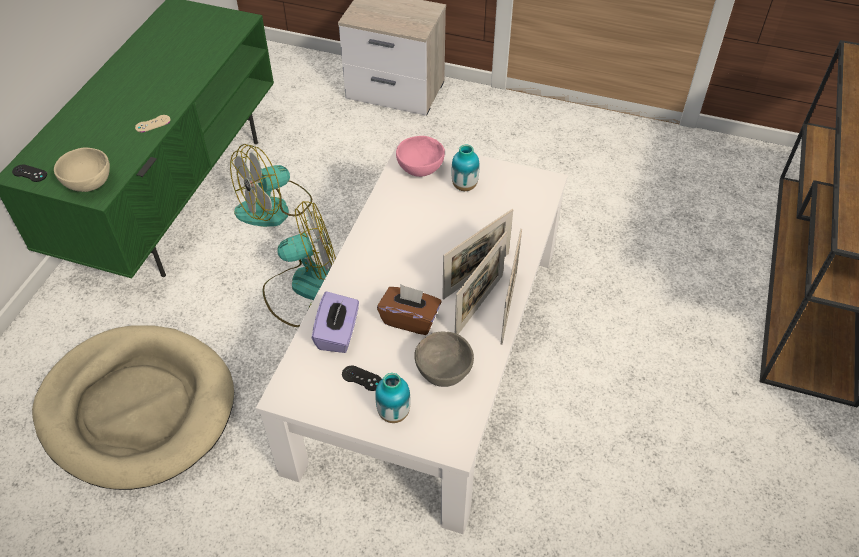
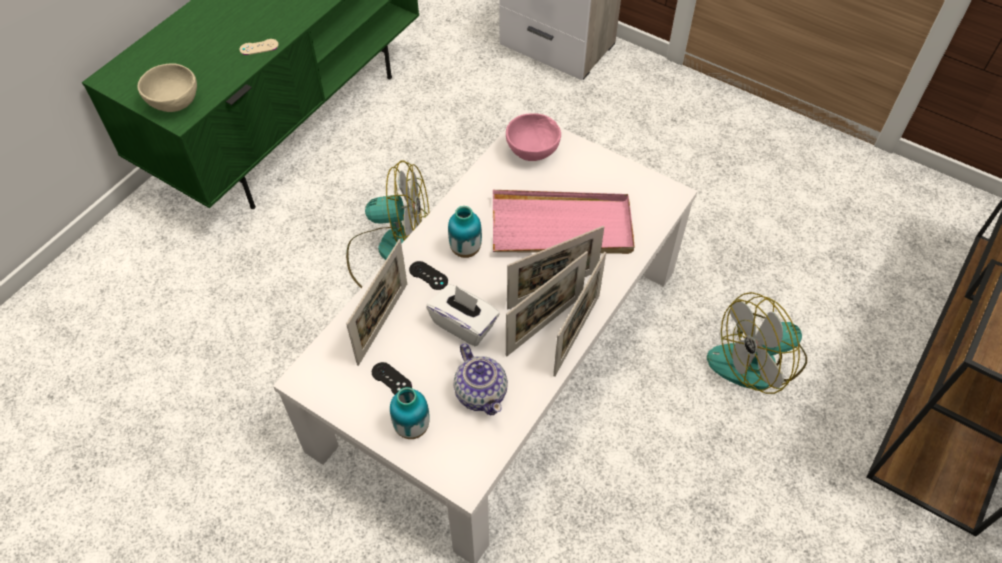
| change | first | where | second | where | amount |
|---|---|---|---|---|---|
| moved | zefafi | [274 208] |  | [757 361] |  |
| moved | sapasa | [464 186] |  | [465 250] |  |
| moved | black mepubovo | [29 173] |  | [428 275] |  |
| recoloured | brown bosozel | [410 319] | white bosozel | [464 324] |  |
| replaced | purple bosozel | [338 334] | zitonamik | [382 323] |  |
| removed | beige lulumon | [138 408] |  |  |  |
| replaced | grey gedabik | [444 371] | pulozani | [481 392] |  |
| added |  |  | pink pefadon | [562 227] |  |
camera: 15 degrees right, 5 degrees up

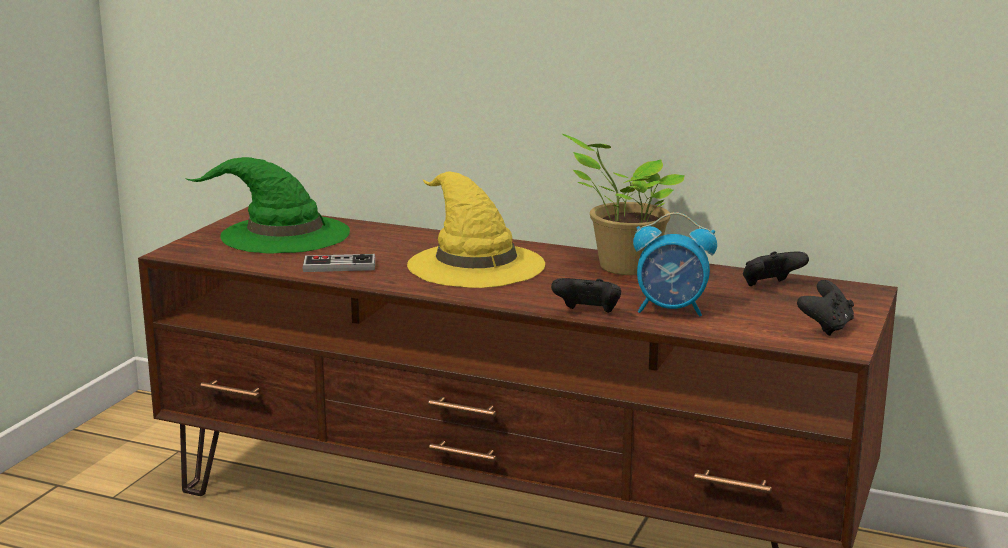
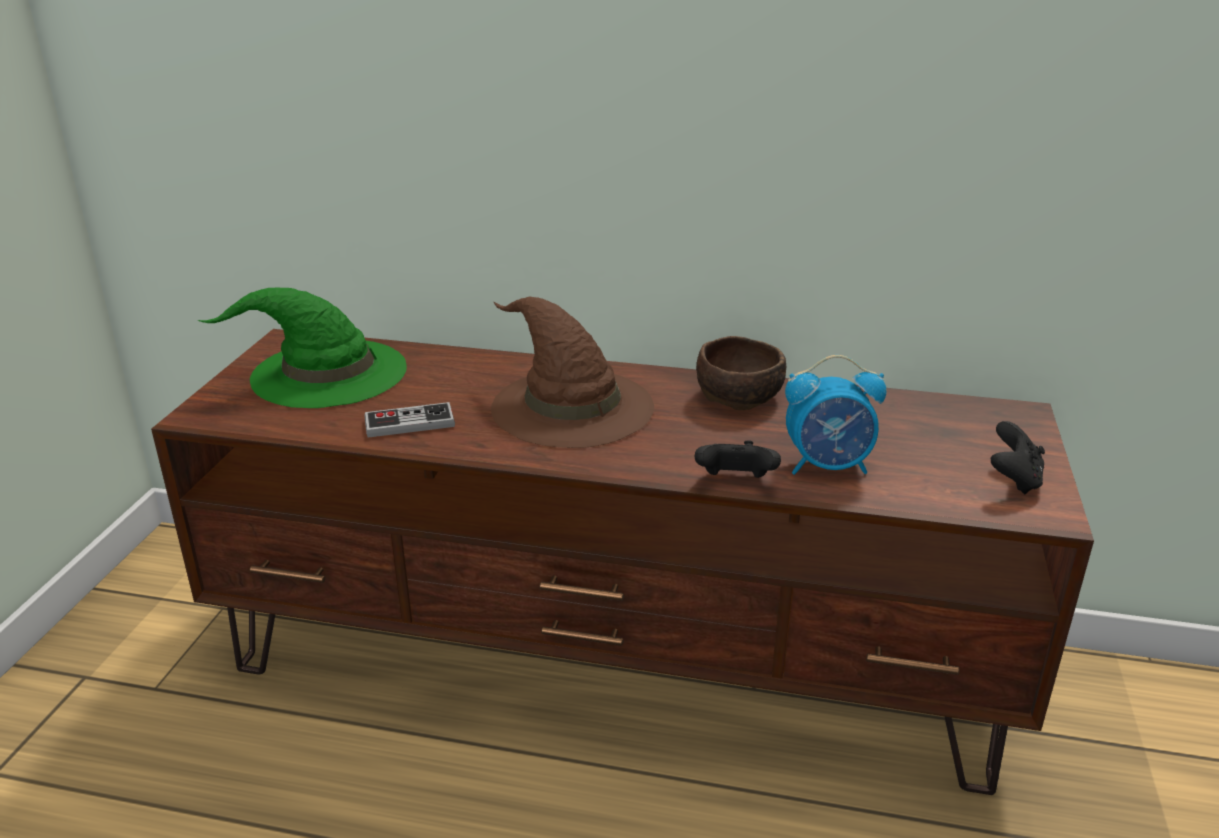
| change | first | where | second | where | amount |
|---|---|---|---|---|---|
| replaced | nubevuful | [623 267] | brown gedabik | [741 396] |  |
| recoloured | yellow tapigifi | [474 264] | brown tapigifi | [570 406] |  |
| removed | black mepubovo | [770 286] |  |  |  |
camera: 10 degrees left, 10 degrees up

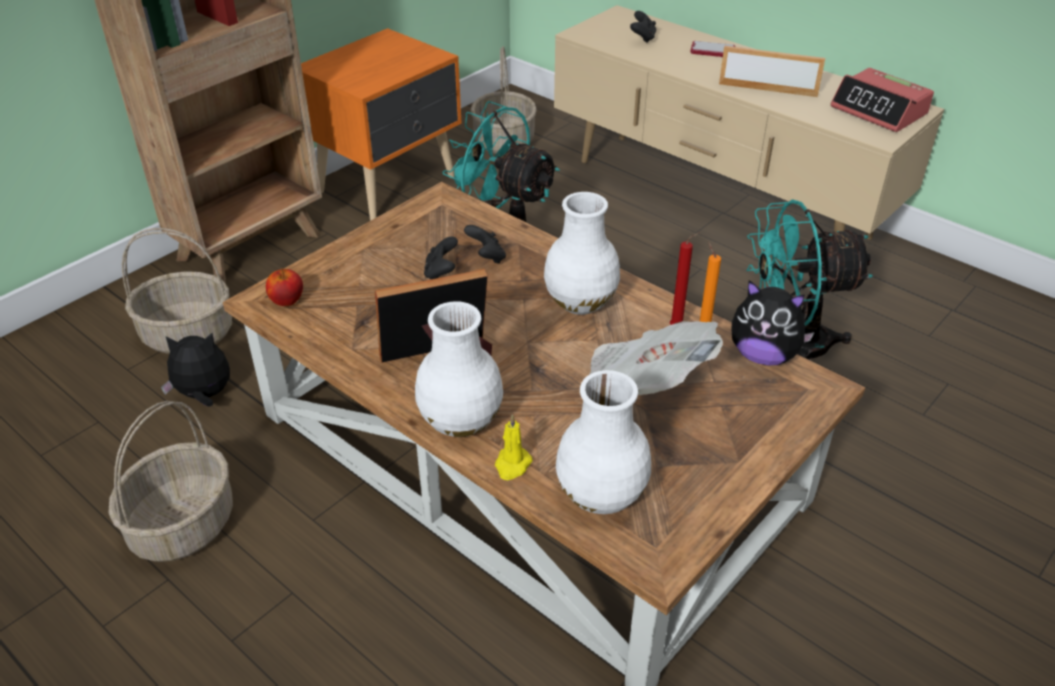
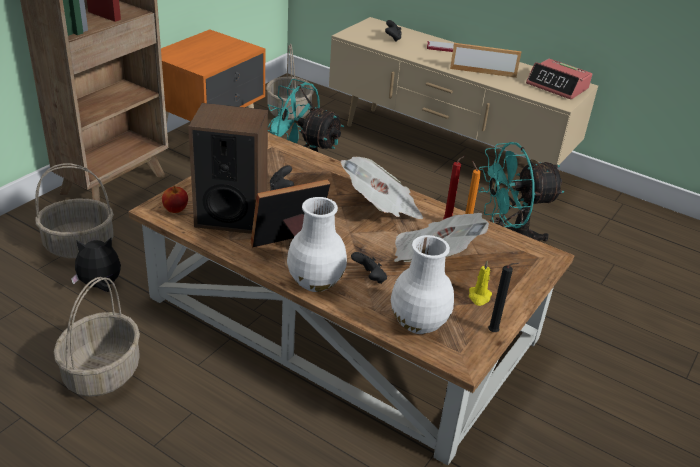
| change | first | where | second | where | amount |
|---|---|---|---|---|---|
| replaced | white sapasa | [581 303] | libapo | [381 208] |  |
| moved | black mepubovo | [486 257] |  | [369 278] |  |
| removed | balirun | [763 355] |  |  |  |
| moved | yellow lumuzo | [512 465] |  | [479 297] |  |
| added |  |  | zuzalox | [231 216] |  |
| added |  |  | black lumuzo | [494 332] |  |
camera: 10 degrees left, 5 degrees down

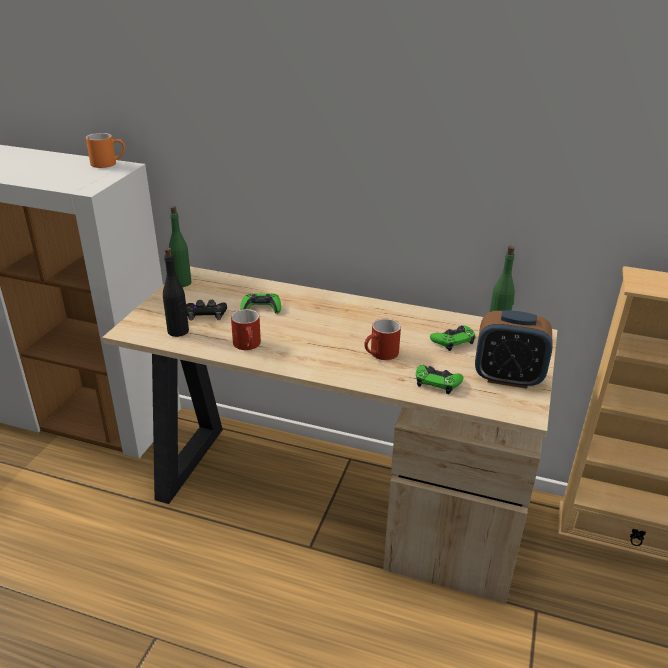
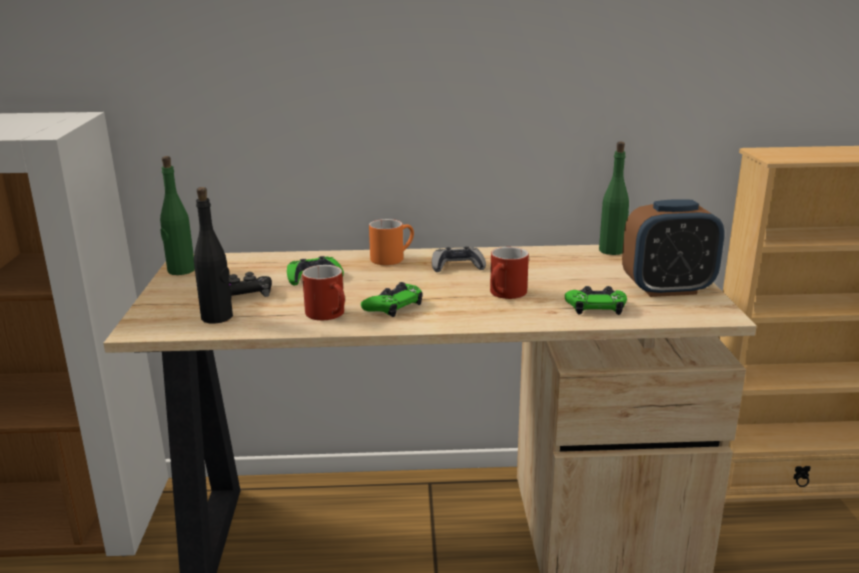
| change | first | where | second | where | amount |
|---|---|---|---|---|---|
| moved | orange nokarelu | [108 163] |  | [392 257] |  |
| moved | green mepubovo | [453 341] |  | [393 306] |  |
| added |  |  | grey mepubovo | [457 266] |  |
camera: 20 degrees left, 10 degrees down

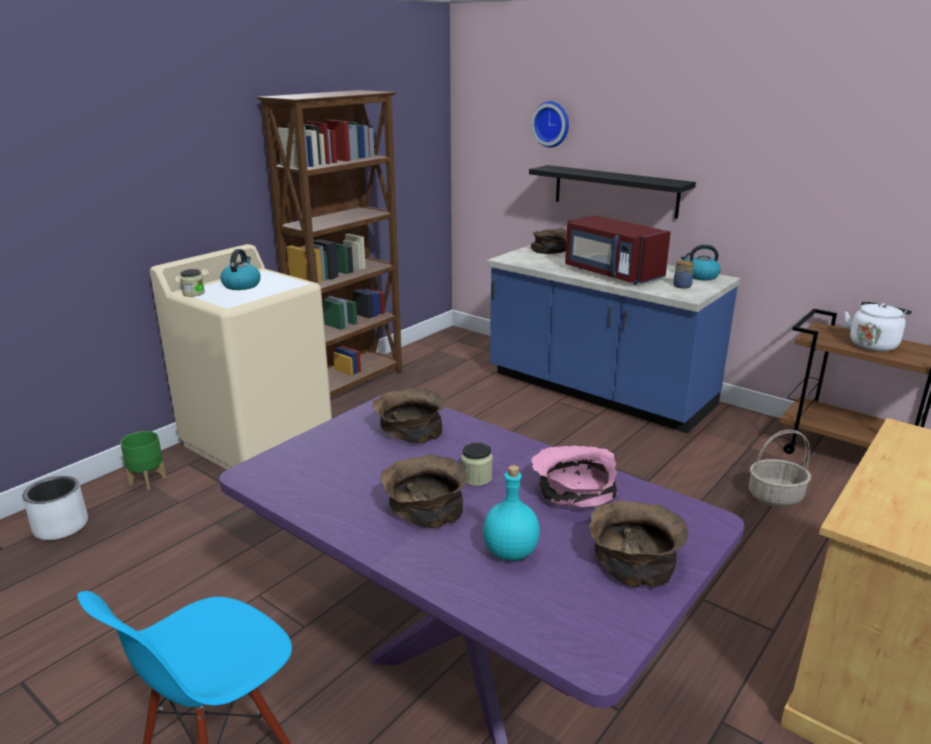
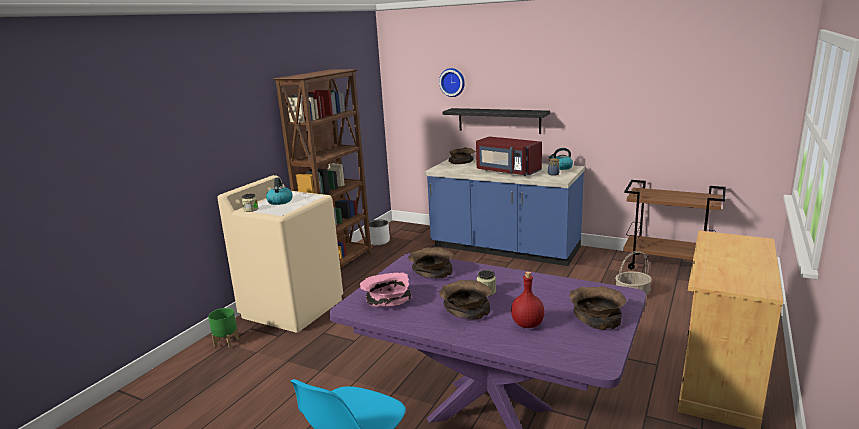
| change | first | where | second | where | amount |
|---|---|---|---|---|---|
| removed | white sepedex | [873 344] |  |  |  |
| moved | pink gedabik | [572 494] |  | [386 301] |  |
| recoloured | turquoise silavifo | [511 552] | red silavifo | [528 324] |  |
| moved | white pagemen | [61 526] |  | [379 241] |  |
camera: 10 degrees left, 5 degrees down

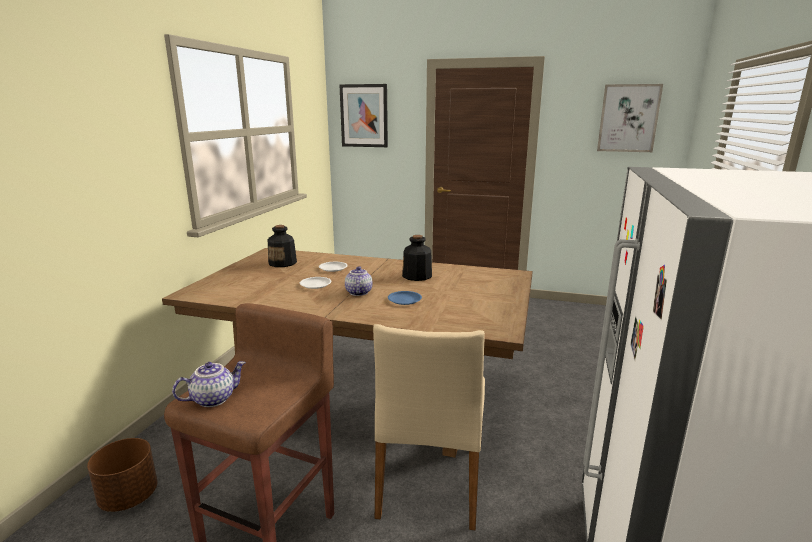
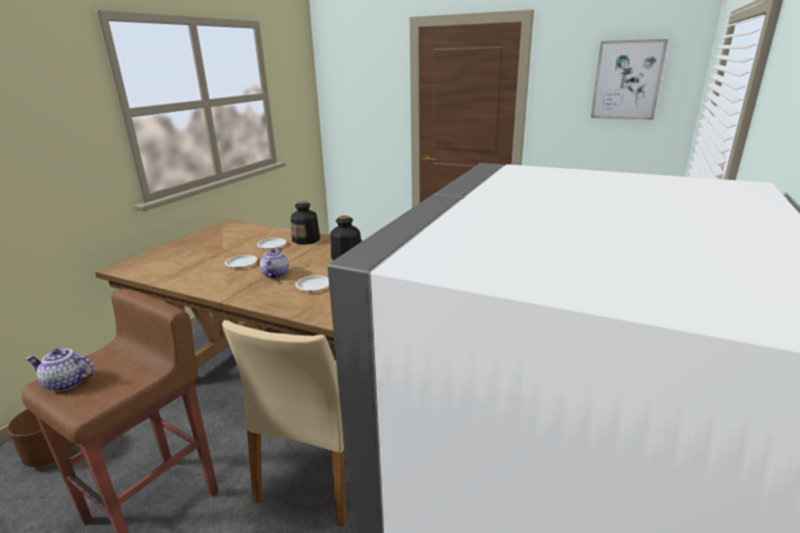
| change | first | where | second | where | amount |
|---|---|---|---|---|---|
| removed | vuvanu | [364 116] |  |  |  |
| moved | silavifo | [283 263] |  | [306 239] |  |
| recoloured | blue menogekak | [404 300] | white menogekak | [313 286] |  |
| turned | pulozani | [213 398] |  | [66 383] | 150 degrees counterclockwise |
camera: 10 degrees right, 5 degrees up

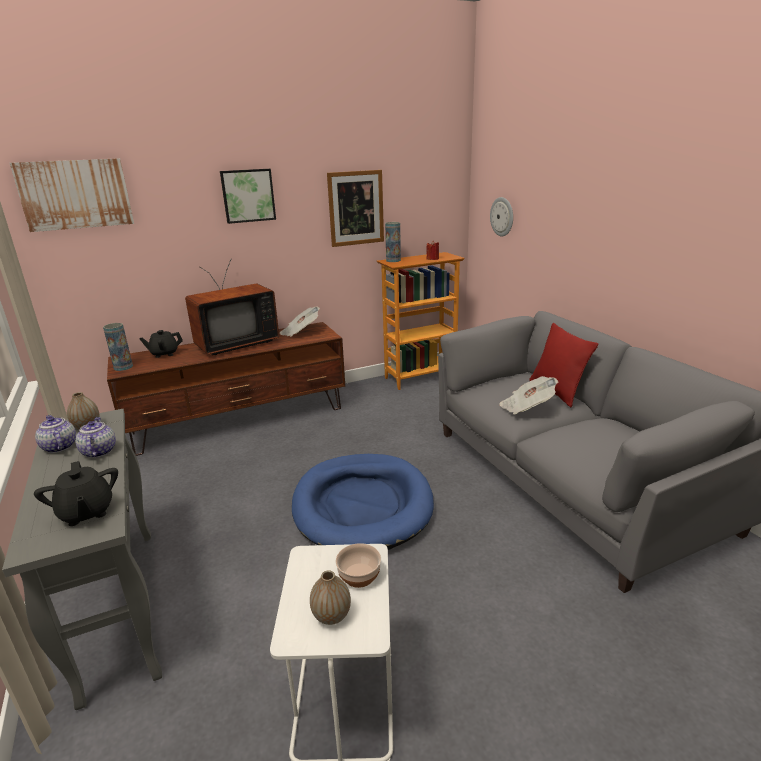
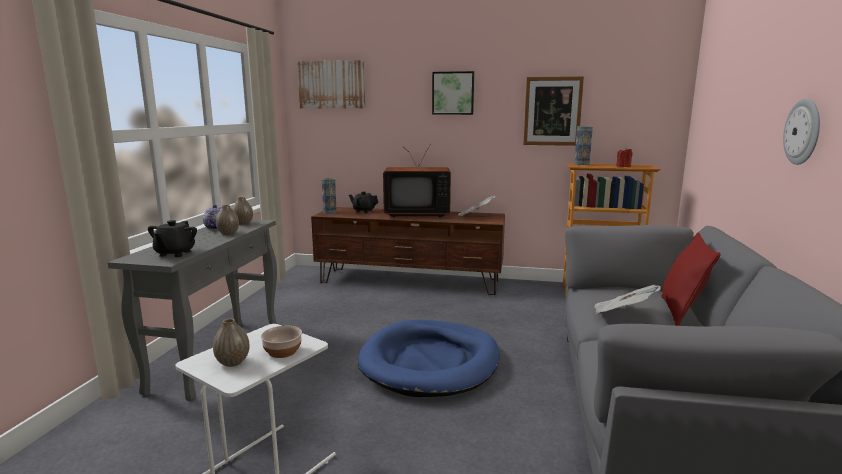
| change | first | where | second | where | amount |
|---|---|---|---|---|---|
| moved | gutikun | [502 216] |  | [803 132] |  |
| replaced | pulozani | [98 451] | sapasa | [228 233] |  |
camera: 35 degrees right, 10 degrees down

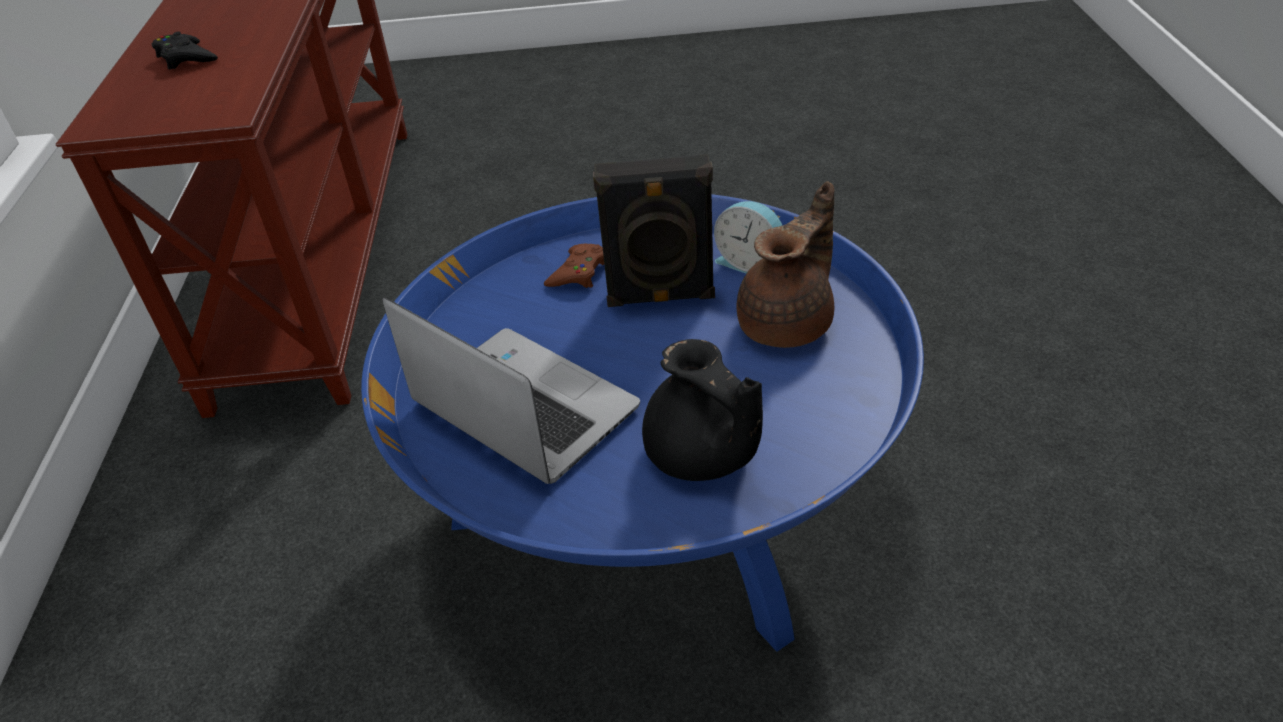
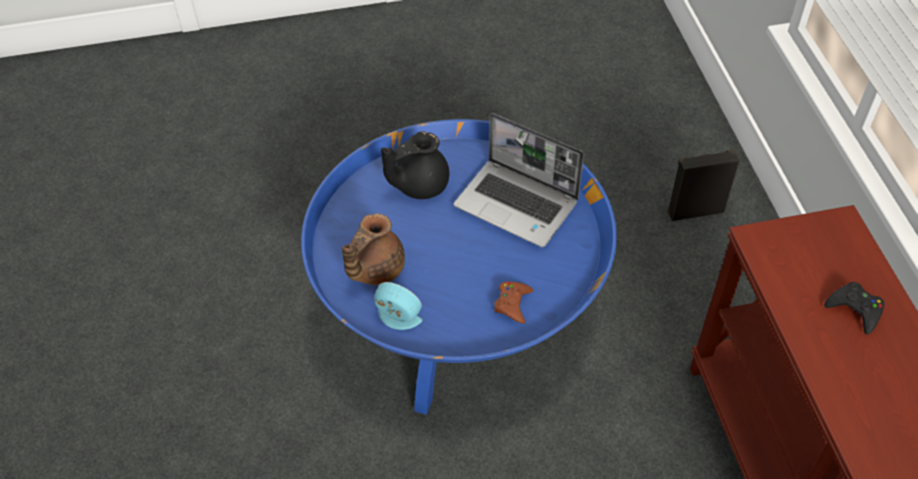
| change | first | where | second | where | amount |
|---|---|---|---|---|---|
| moved | black zuzalox | [660 297] |  | [695 210] |  |
| turned | black pulozani | [702 456] |  | [419 184] | 75 degrees counterclockwise |
camera: 170 degrees right, 10 degrees up

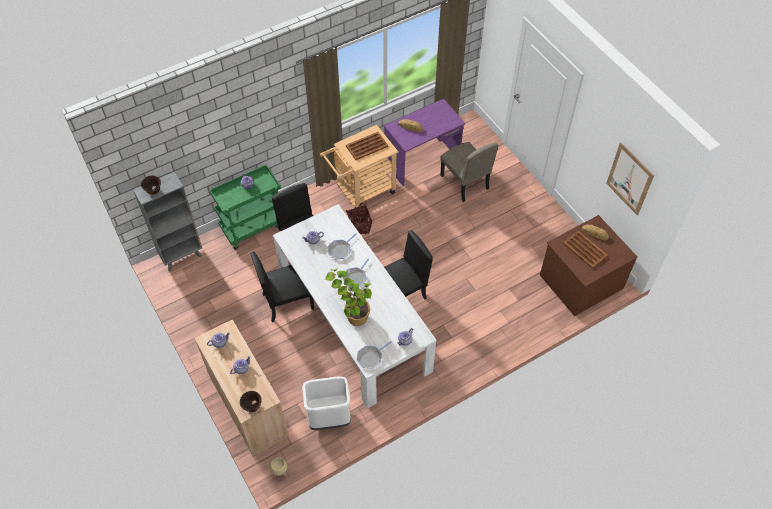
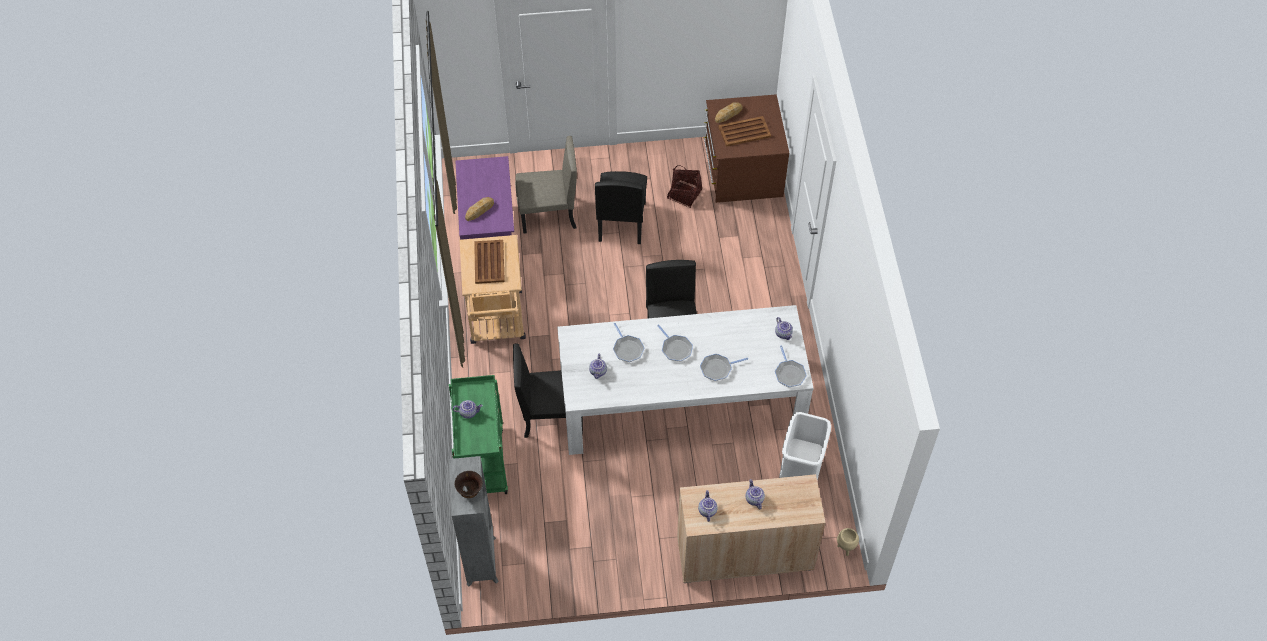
| change | first | where | second | where | amount |
|---|---|---|---|---|---|
| removed | vuvanu | [629 179] |  |  |  |
| moved | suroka | [359 226] |  | [684 194] |  |
| moved | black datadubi | [288 301] |  | [621 222] |  |
| replaced | nubevuful | [351 310] | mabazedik | [718 368] |  |
| removed | brown gedabik | [252 407] |  |  |  |
camera: 65 degrees left, 0 degrees up

